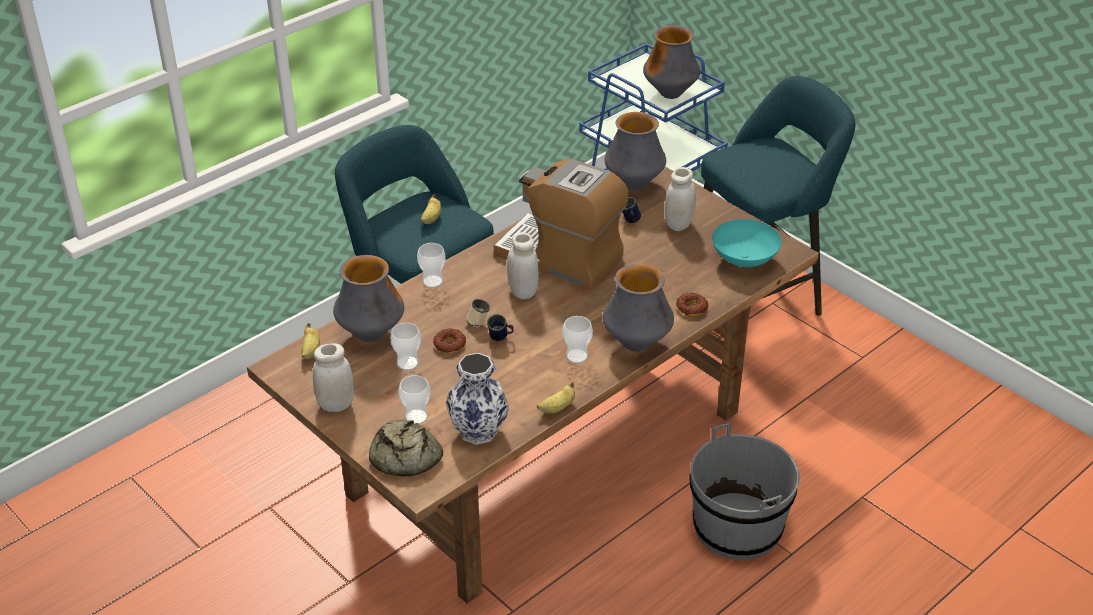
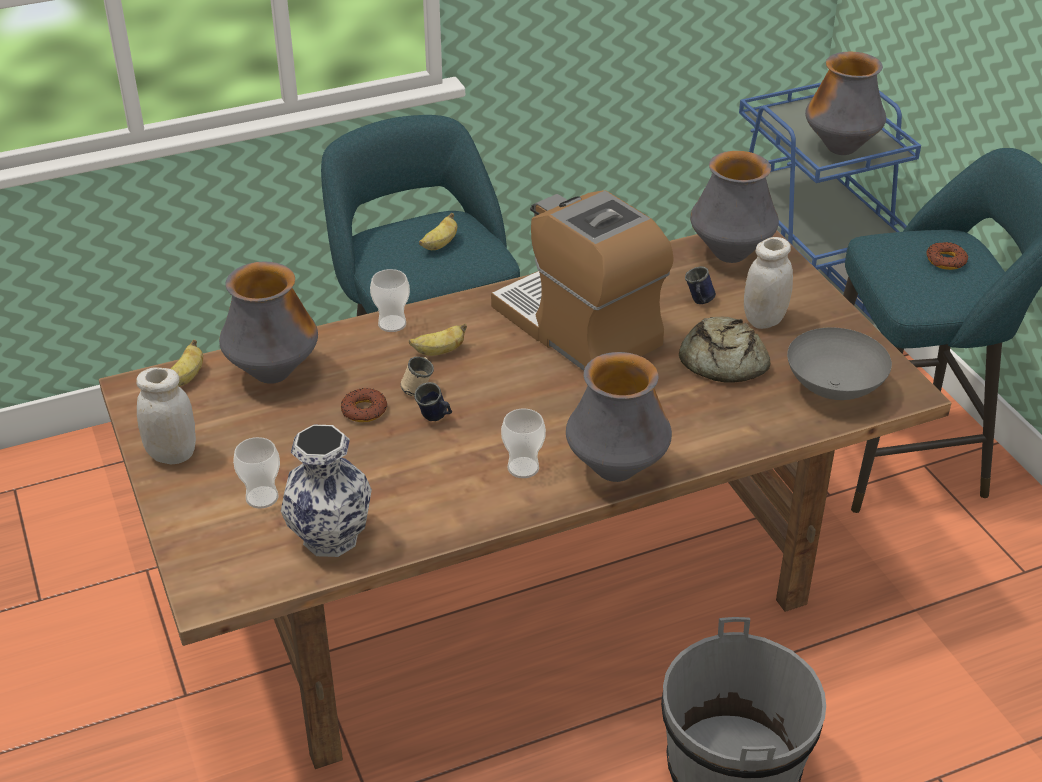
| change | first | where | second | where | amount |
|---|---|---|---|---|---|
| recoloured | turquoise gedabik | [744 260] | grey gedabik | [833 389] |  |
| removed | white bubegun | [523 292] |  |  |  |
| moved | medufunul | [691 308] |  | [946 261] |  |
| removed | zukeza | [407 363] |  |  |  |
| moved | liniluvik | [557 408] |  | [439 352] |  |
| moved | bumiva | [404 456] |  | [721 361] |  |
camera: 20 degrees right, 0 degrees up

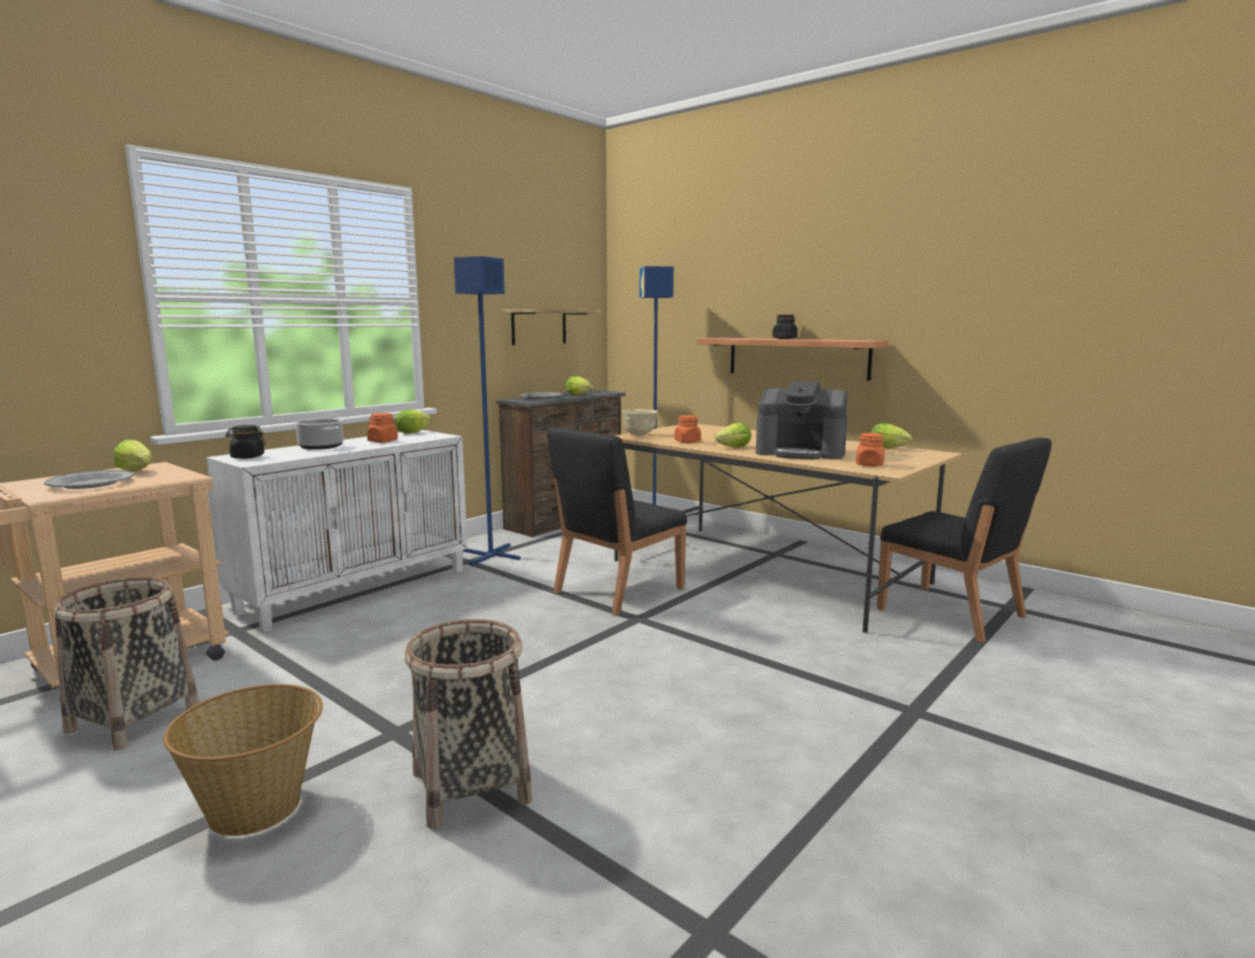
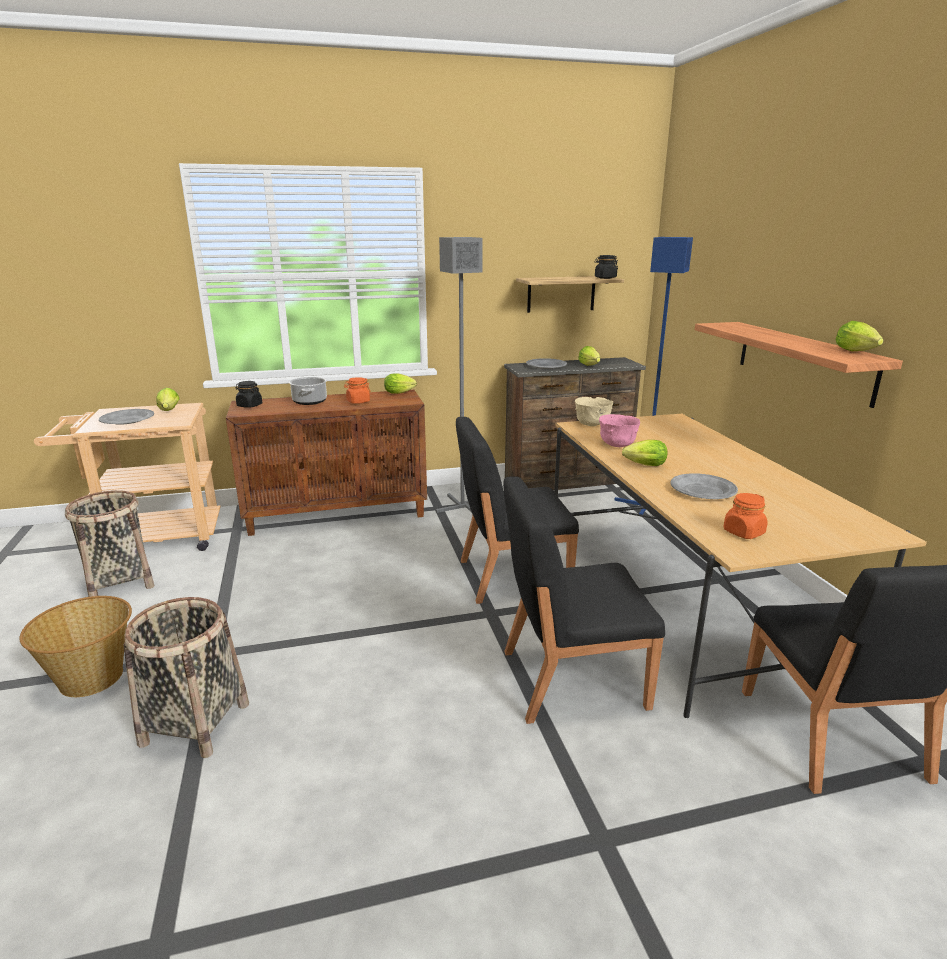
| change | first | where | second | where | amount |
|---|---|---|---|---|---|
| recoloured | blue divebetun | [490 555] | grey divebetun | [462 506] |  |
| moved | black bubegun | [784 338] |  | [605 278] |  |
| replaced | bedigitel | [801 452] | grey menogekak | [703 490] |  |
| replaced | orange bubegun | [687 441] | pink gedabik | [617 445] |  |
| moved | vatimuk | [890 448] |  | [857 352] |  |
| recoloured | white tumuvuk | [357 590] | brown tumuvuk | [338 514] |  |
| added |  |  | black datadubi | [571 678] |  |
camera: 35 degrees right, 10 degrees up

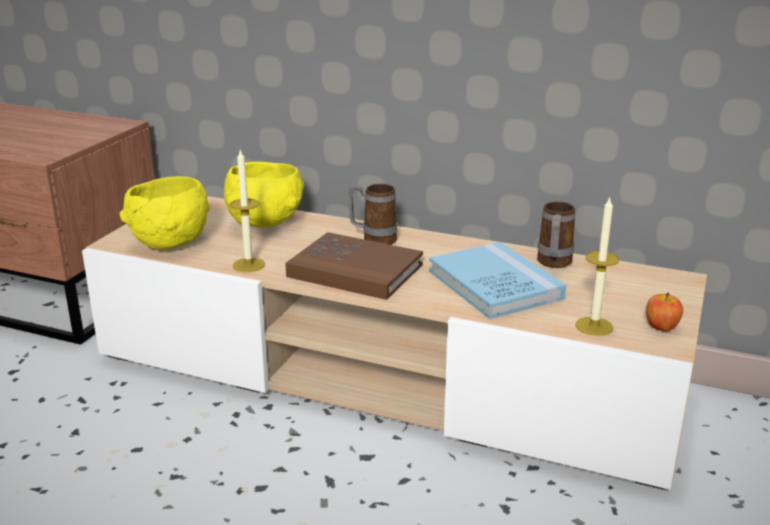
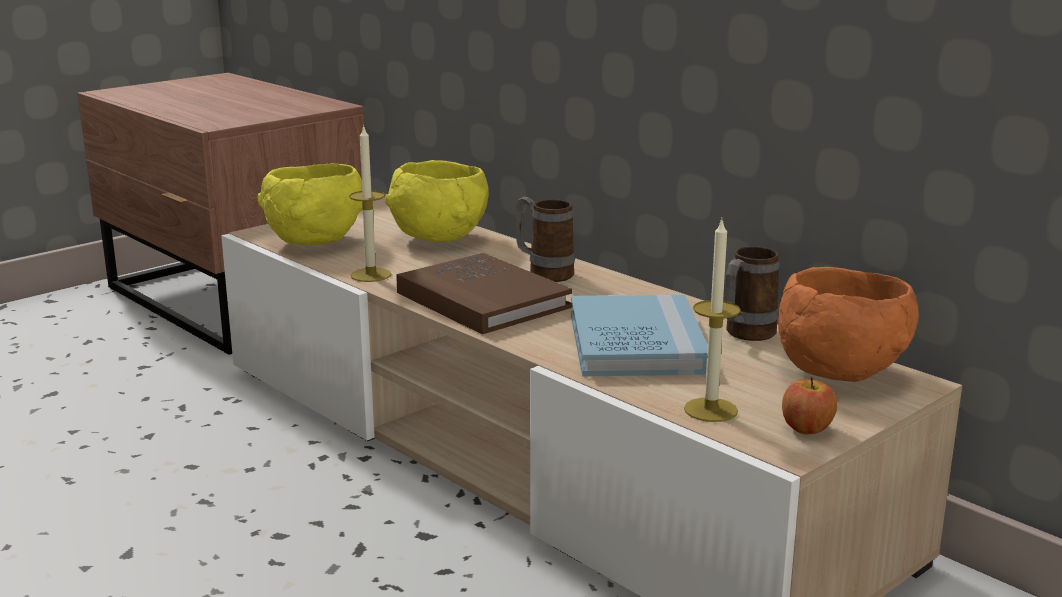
| change | first | where | second | where | amount |
|---|---|---|---|---|---|
| added |  |  | orange gedabik | [840 373] |  |
camera: 25 degrees right, 5 degrees down

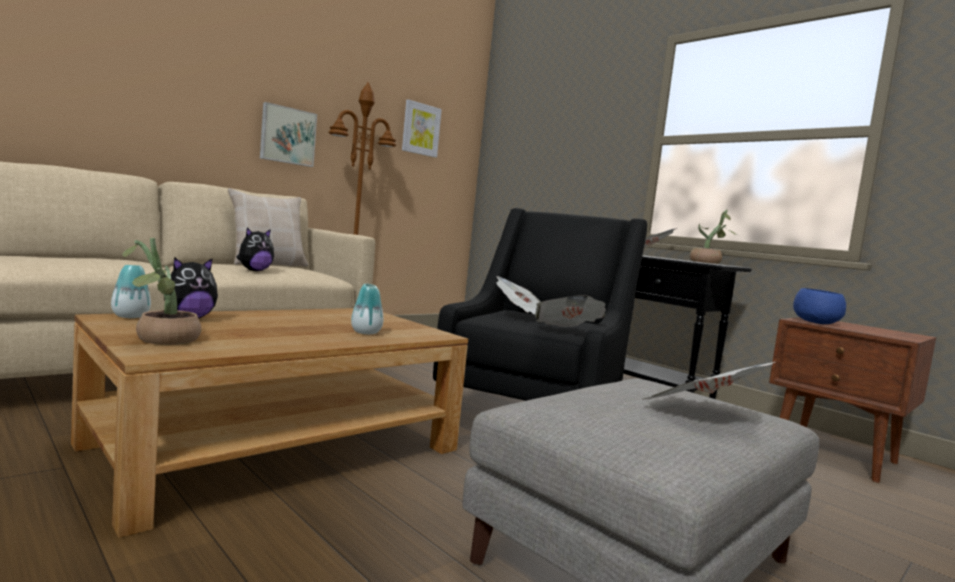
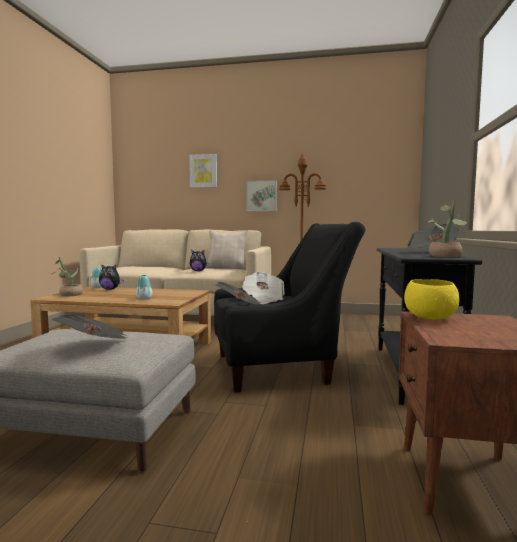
| change | first | where | second | where | amount |
|---|---|---|---|---|---|
| moved | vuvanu | [420 129] |  | [203 171] |  |
| recoloured | blue gedabik | [816 323] | yellow gedabik | [429 318] |  |
camera: 55 degrees right, 0 degrees up

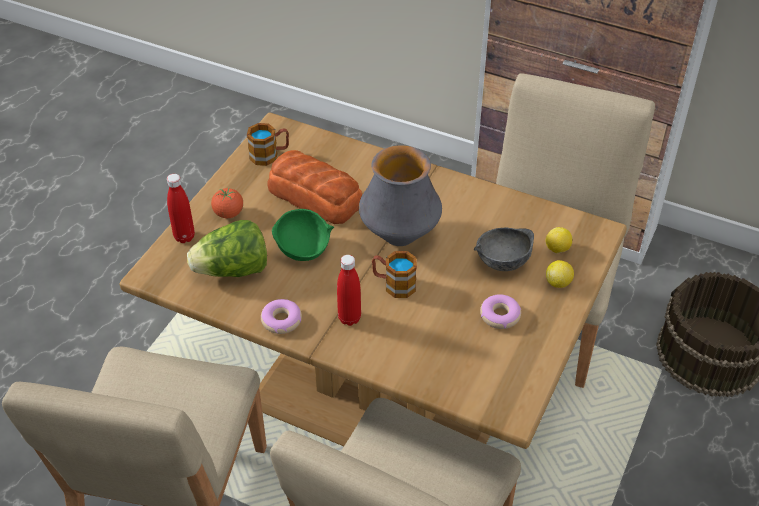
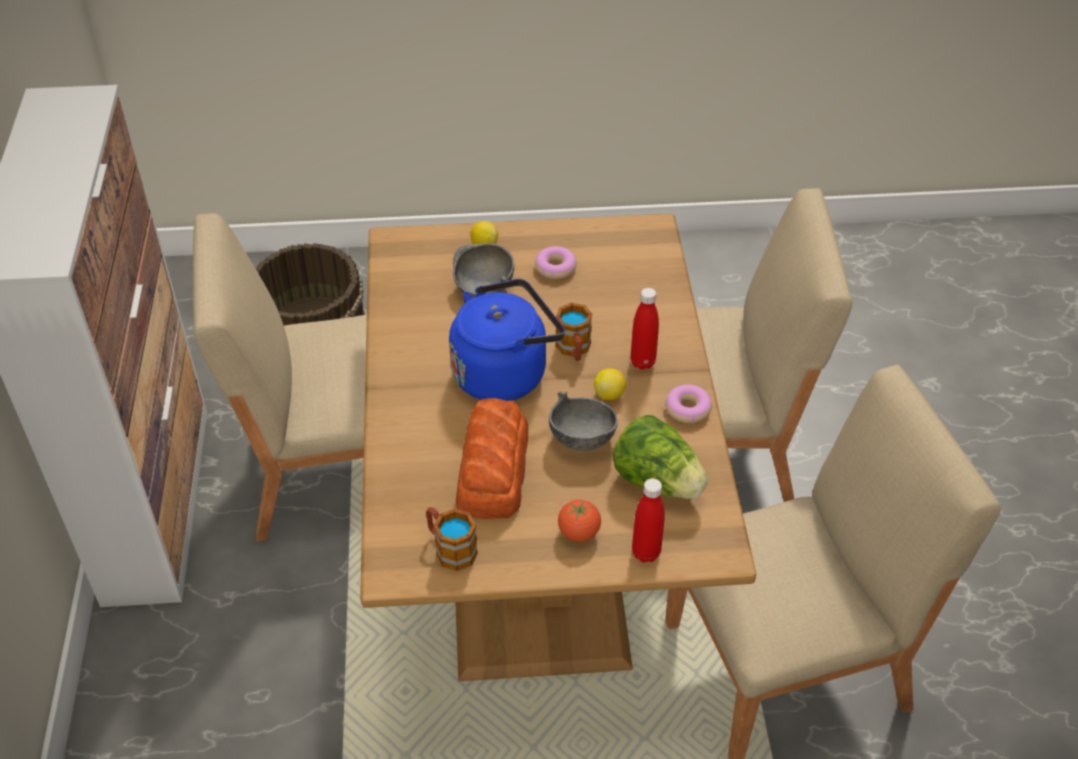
| change | first | where | second | where | amount |
|---|---|---|---|---|---|
| replaced | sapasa | [399 236] | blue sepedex | [504 372] |  |
| recoloured | green gedabik | [303 250] | grey gedabik | [583 438] |  |
| moved | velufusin | [557 249] |  | [609 394] |  |
camera: 120 degrees left, 0 degrees up

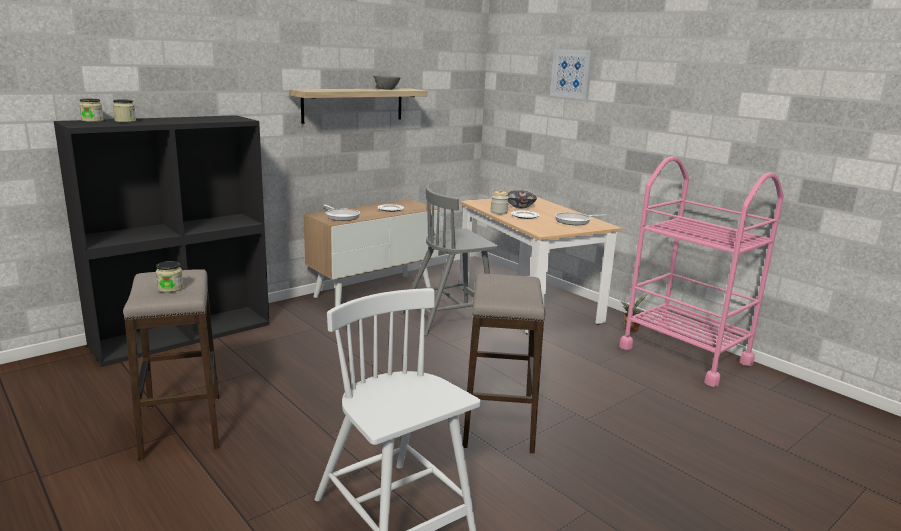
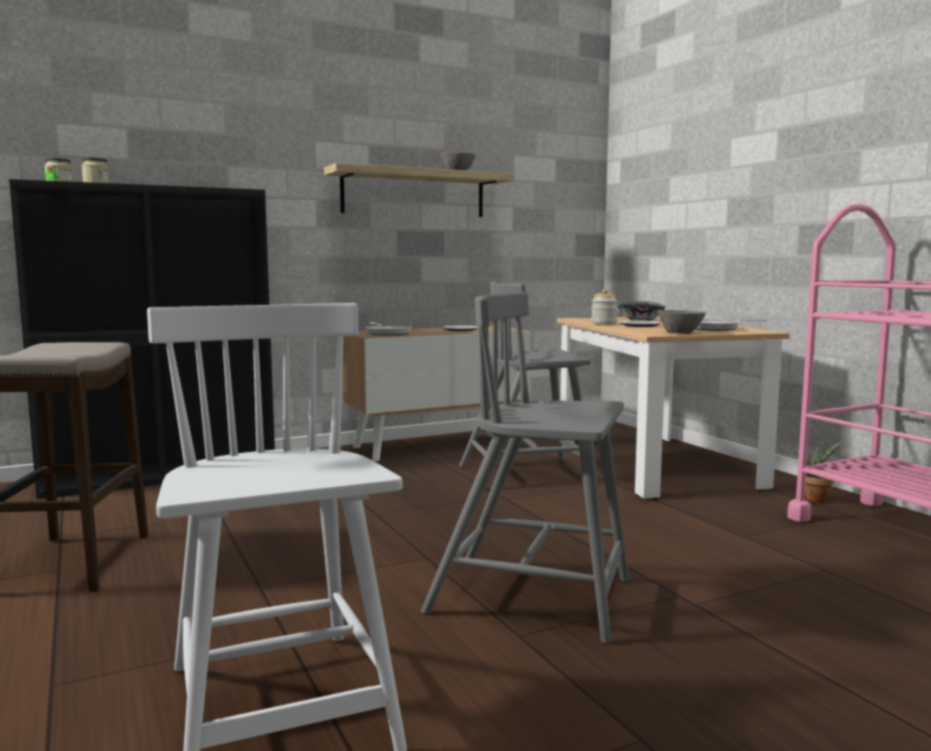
| change | first | where | second | where | amount |
|---|---|---|---|---|---|
| removed | vuvanu | [571 73] |  |  |  |
| removed | bubegun | [170 288] |  |  |  |
| replaced | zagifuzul | [498 423] | grey datadubi | [534 597] |  |
| added |  |  | grey gedabik | [681 333] |  |
camera: 15 degrees right, 10 degrees down

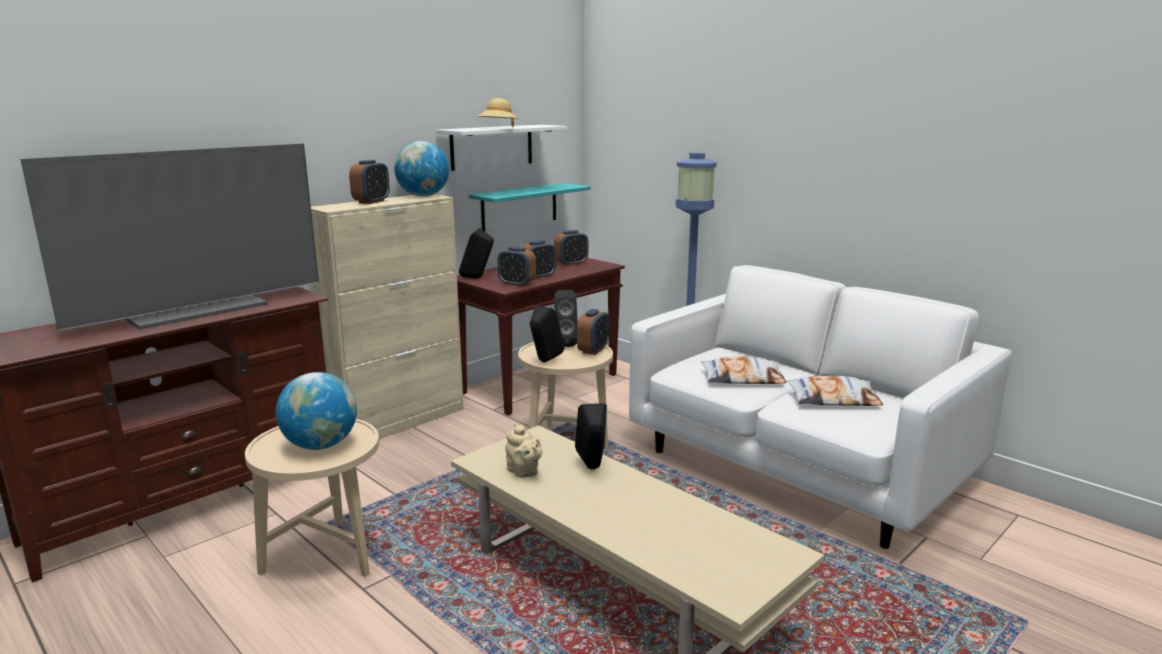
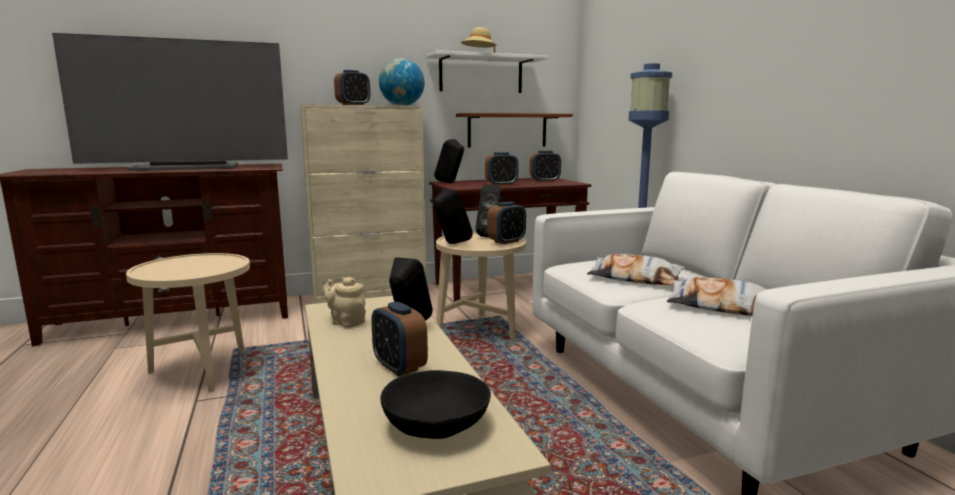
| change | first | where | second | where | amount |
|---|---|---|---|---|---|
| recoloured | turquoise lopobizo | [519 207] | brown lopobizo | [507 130] |  |
| moved | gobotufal | [517 284] |  | [399 367] |  |
| removed | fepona | [321 445] |  |  |  |
| turned | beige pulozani | [524 472] |  | [346 322] | 135 degrees clockwise |
| added |  |  | black gedabik | [437 424] |  |
camera: 25 degrees right, 5 degrees down

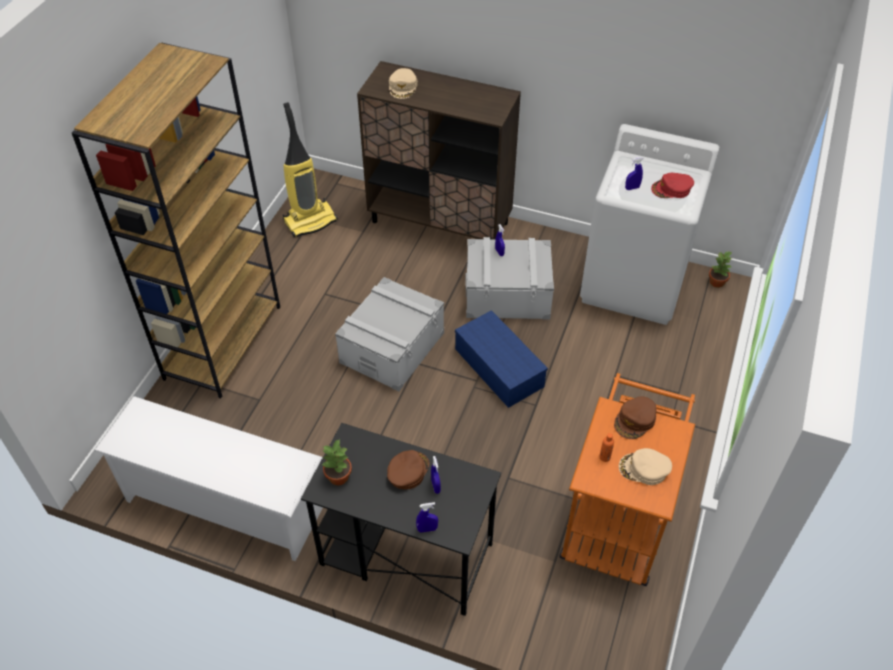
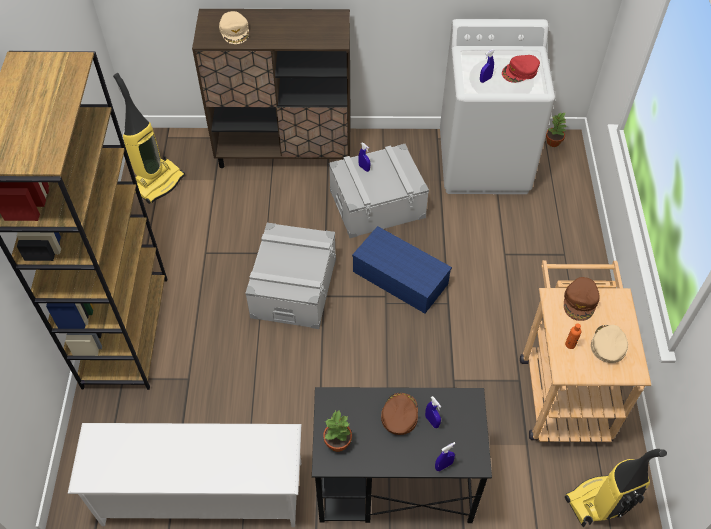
| change | first | where | second | where | amount |
|---|---|---|---|---|---|
| recoloured | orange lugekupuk | [617 520] | beige lugekupuk | [562 388] |  |
| turned | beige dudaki | [644 469] |  | [608 345] | 120 degrees clockwise |
| added |  |  | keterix | [600 503] |  |
camera: 20 degrees left, 5 degrees up

